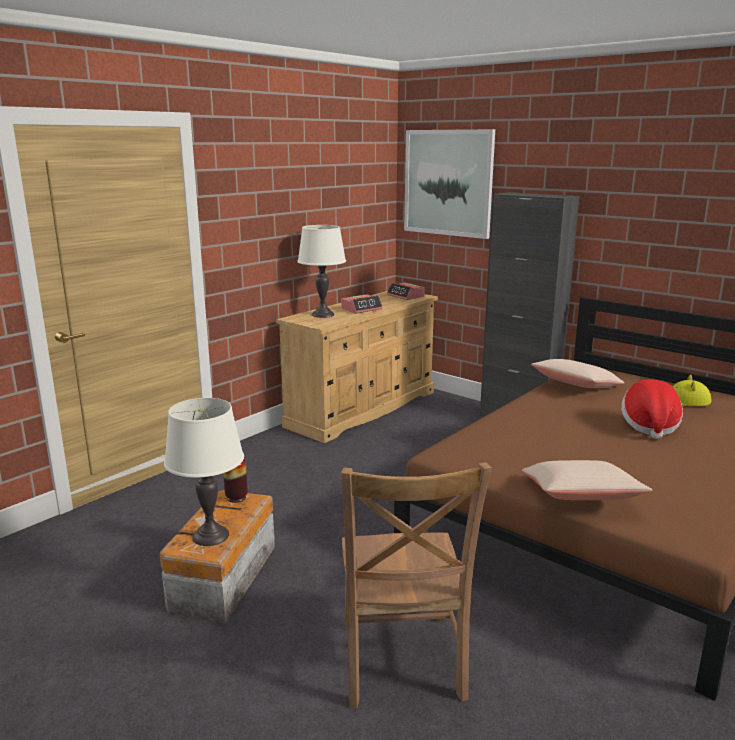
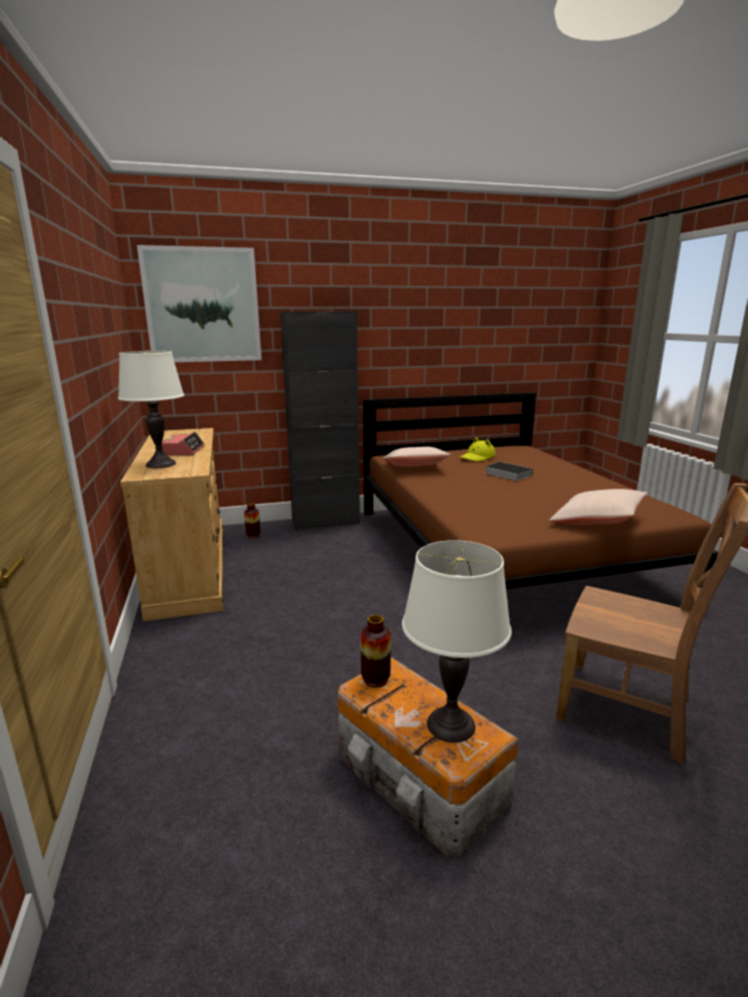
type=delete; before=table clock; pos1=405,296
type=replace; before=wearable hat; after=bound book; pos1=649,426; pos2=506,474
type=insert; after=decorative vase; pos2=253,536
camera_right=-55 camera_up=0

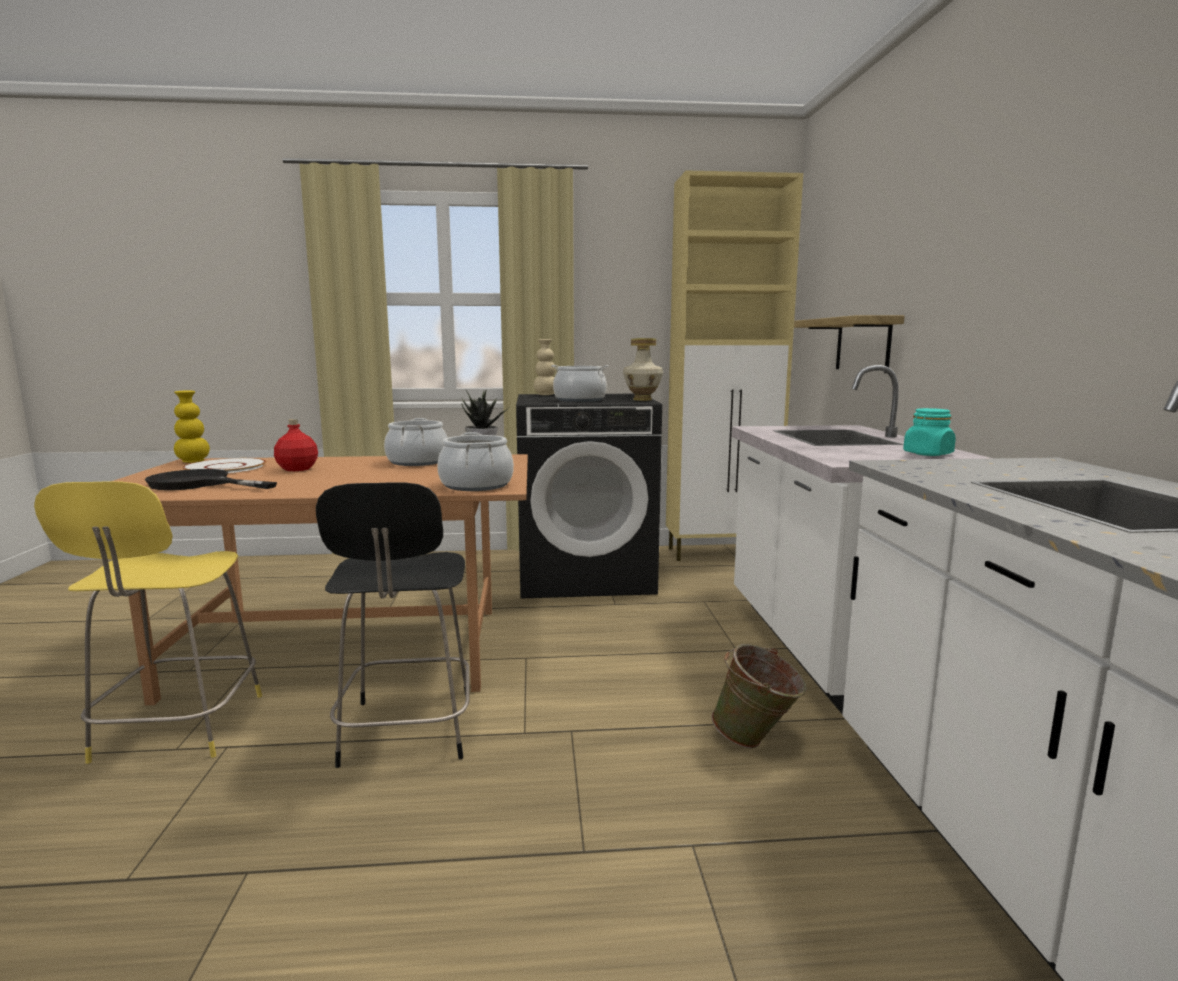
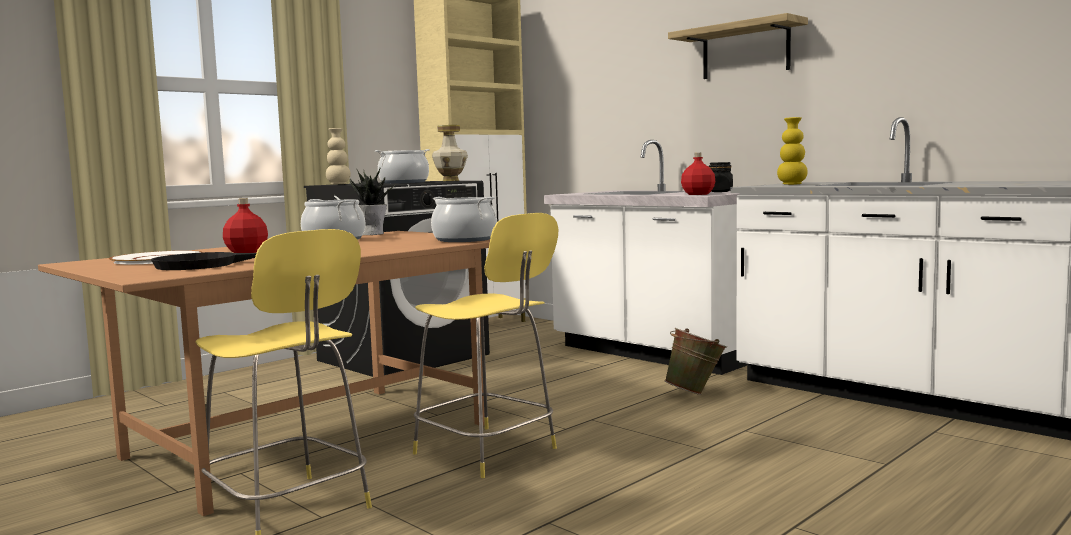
type=move; before=bracket shelf; pos1=863,344; pos2=745,50
type=move; before=decorative vase (yellow); pos1=193,461; pos2=792,184
type=recolor; before=preserve jar (turquoise-coloured); after=preserve jar (black-coloured); pos1=927,454; pos2=720,191
type=recolor; before=stool seat (black-coloured); after=stool seat (yellow); pos1=407,732; pos2=488,452
type=insert; after=beverage bottle (red); pos2=697,194
camera_right=-40 camera_up=-5

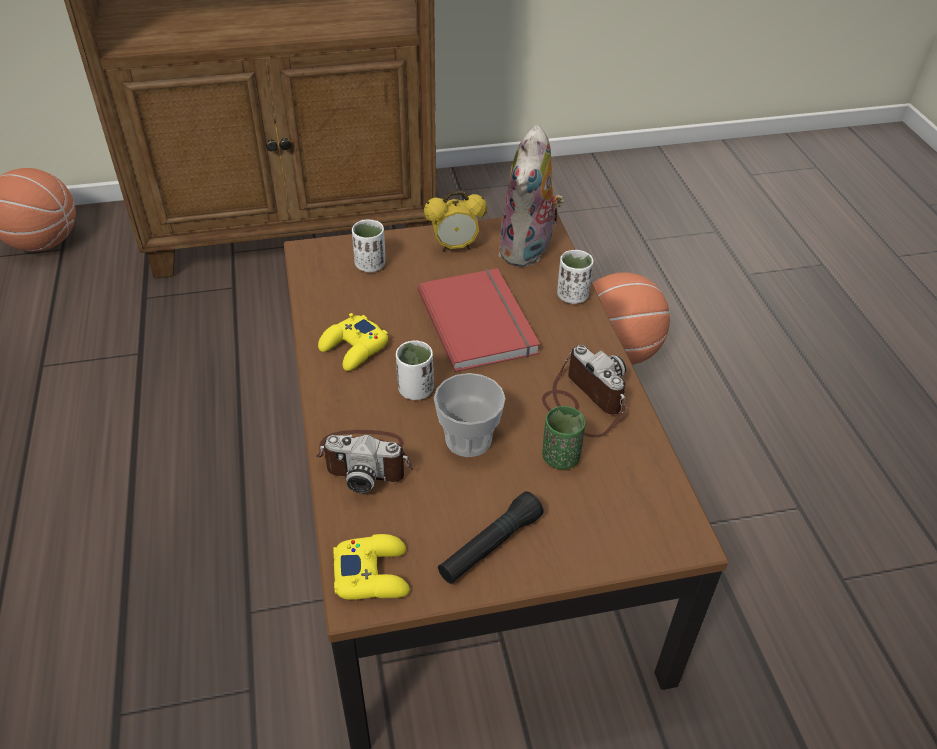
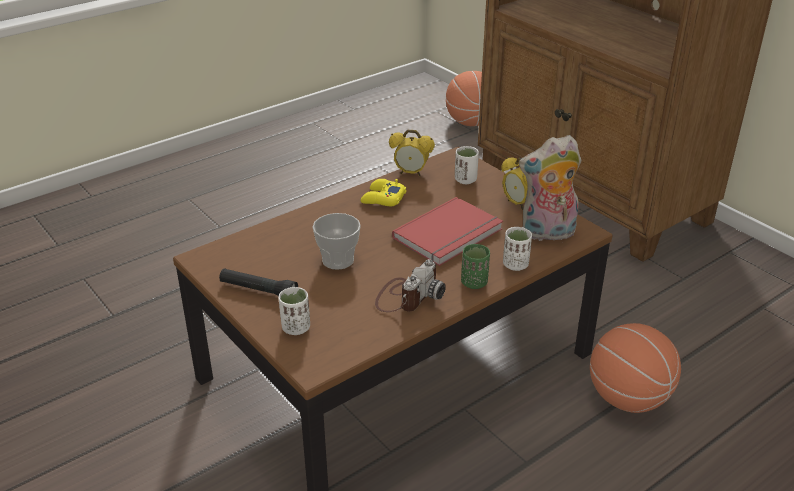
type=move; before=cup (white-coloured); pos1=415,390; pos2=296,328
type=move; before=cup (green-coloured); pos1=560,457; pos2=474,283
type=delete; before=photo camera; pos1=366,460
type=delete; before=game controller (yellow); pos1=373,573
type=insert; after=table clock; pos2=411,173
camera_right=65 camera_up=-10

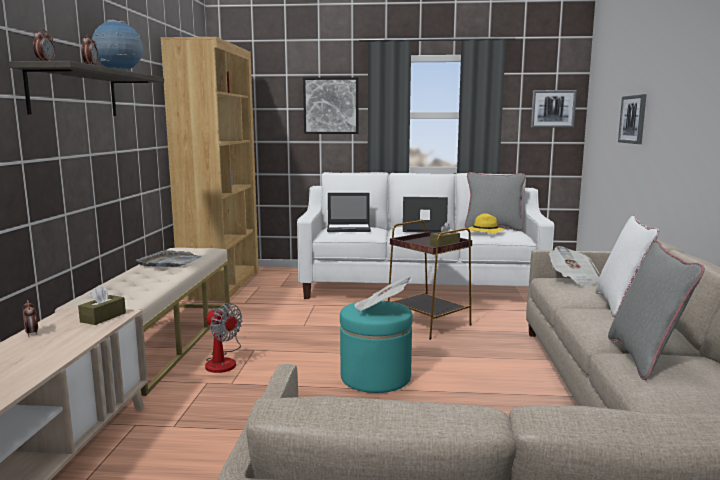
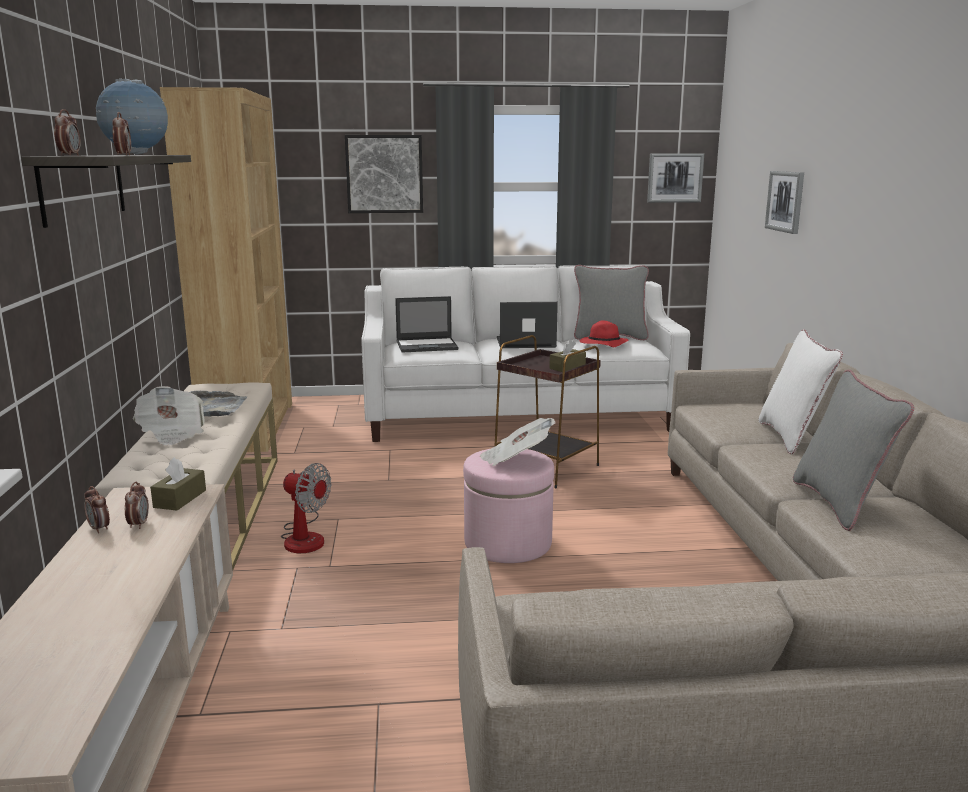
type=recolor; before=wearable hat (yellow); after=wearable hat (red); pos1=484,232; pos2=603,344
type=move; before=daily paper; pos1=574,280; pos2=172,433
type=recolor; before=footrest (turquoise-coloured); after=footrest (pinkish); pos1=375,377; pos2=508,543
type=insert; after=table clock; pos2=138,524
camera_right=-10 camera_up=5

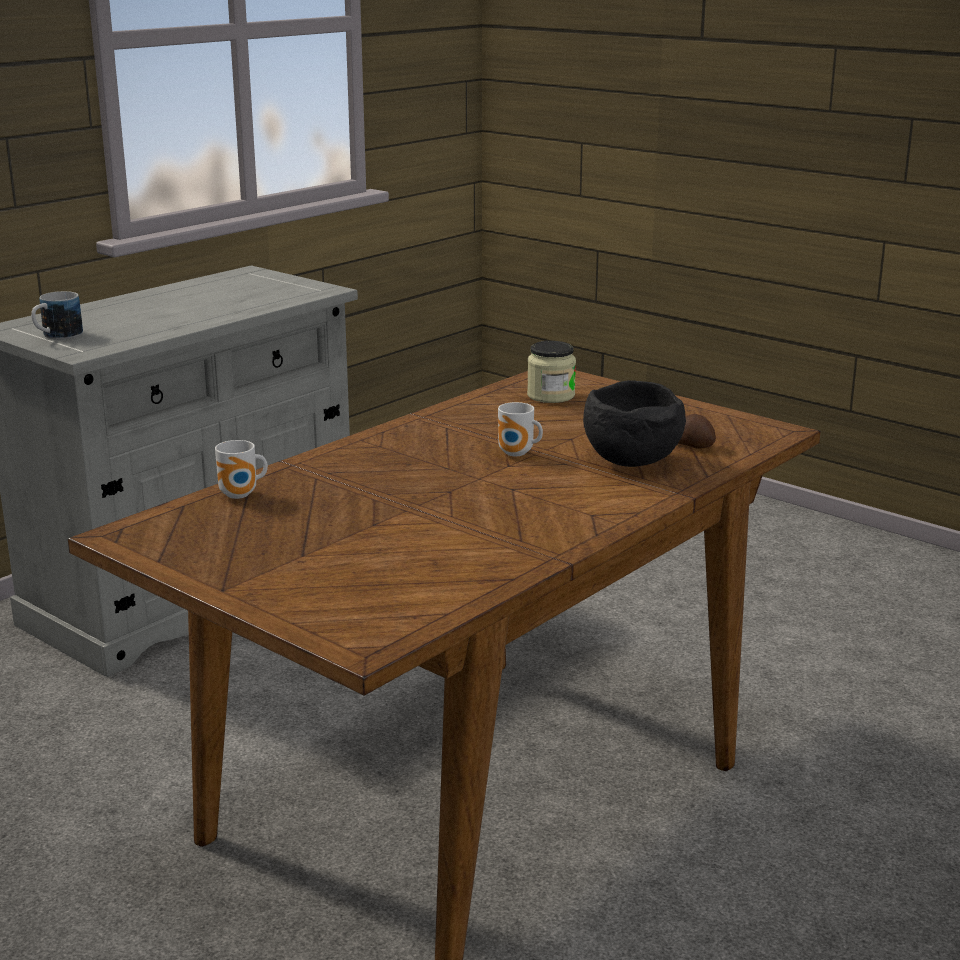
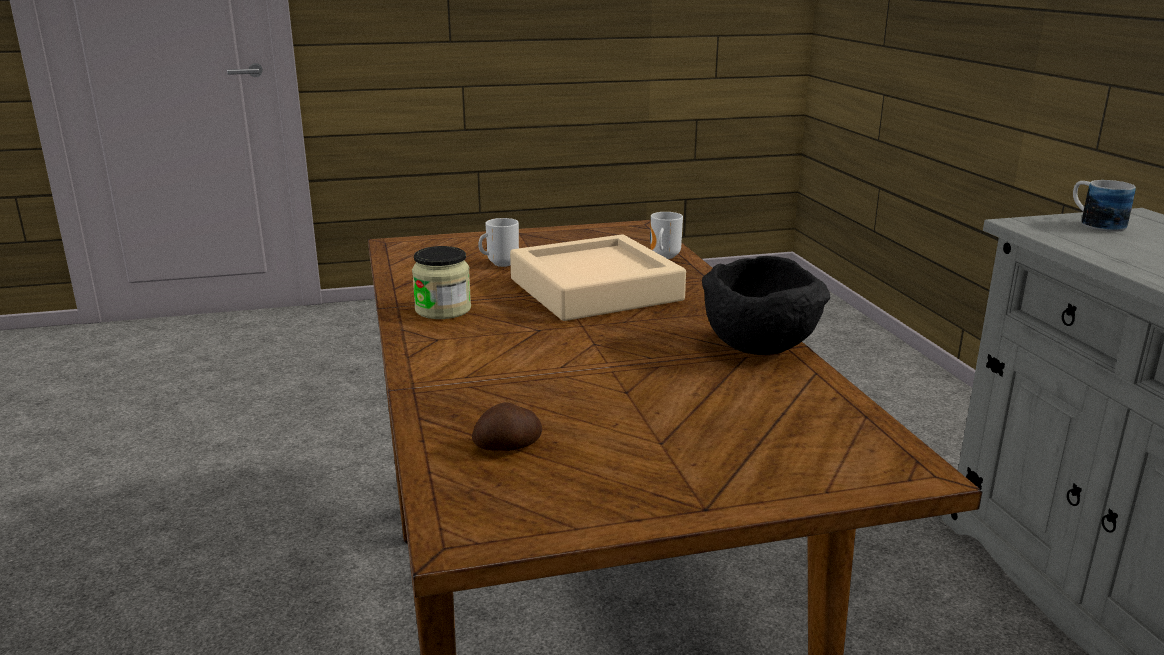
type=move; before=preserve jar; pos1=551,395; pos2=443,309
type=move; before=serving bowl (black-coloured); pos1=630,461; pos2=761,348
type=move; before=tea mug; pos1=517,454; pos2=500,264
type=insert; after=carrying tray (beige); pos2=595,290
camera_right=125 camera_up=0

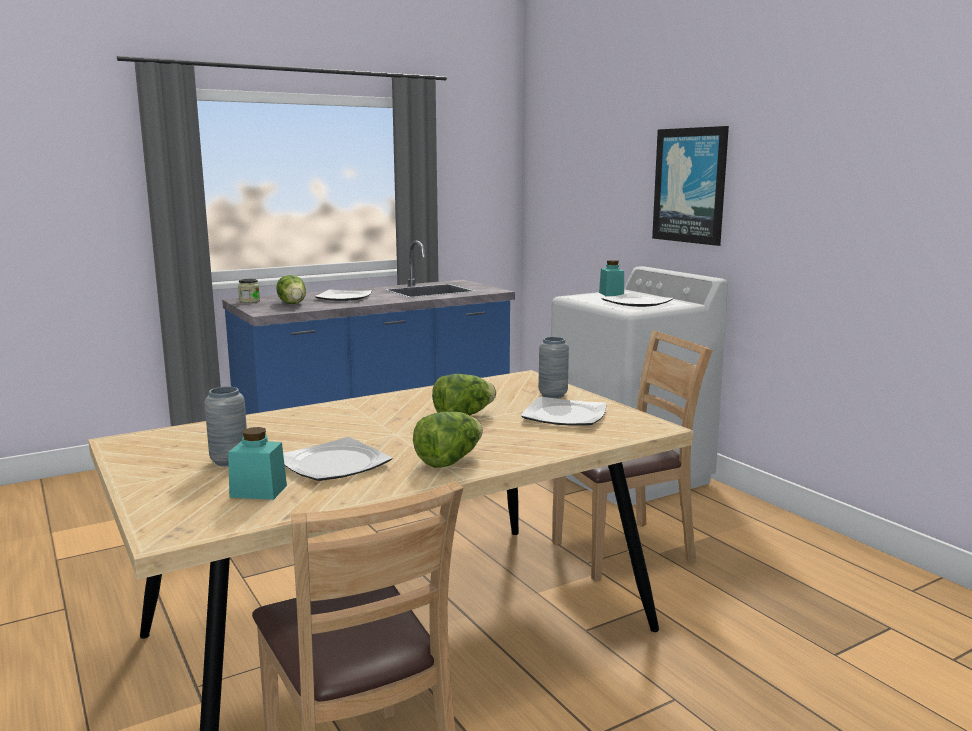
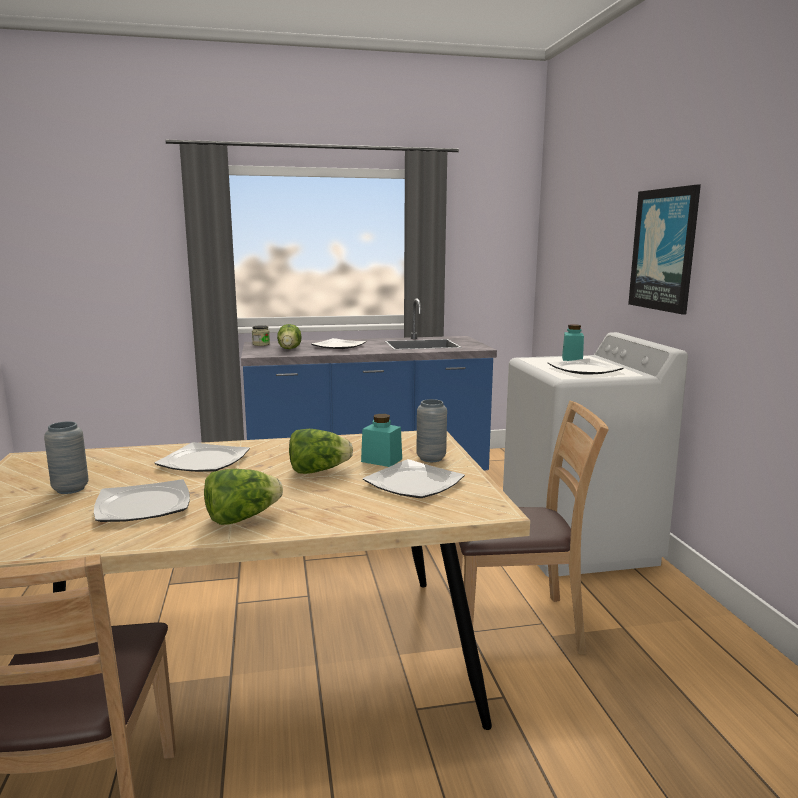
type=move; before=preserve jar (turquoise-coloured); pos1=258,491; pos2=381,460
type=insert; after=dinner plate; pos2=203,461
camera_right=20 camera_up=0

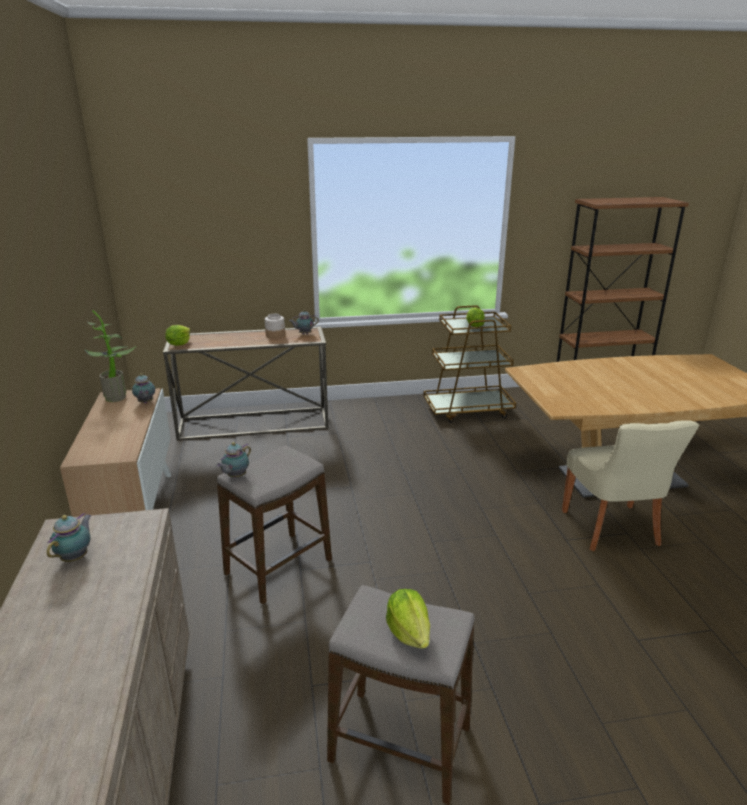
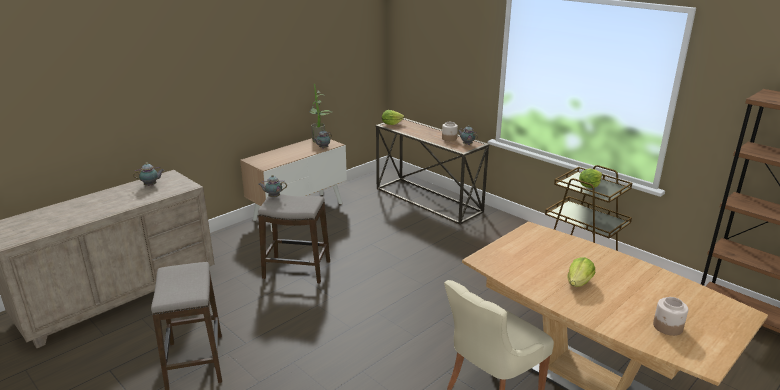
type=move; before=lettuce head; pos1=409,632; pos2=579,283
type=insert; after=preserve jar; pos2=667,327
camera_right=55 camera_up=0

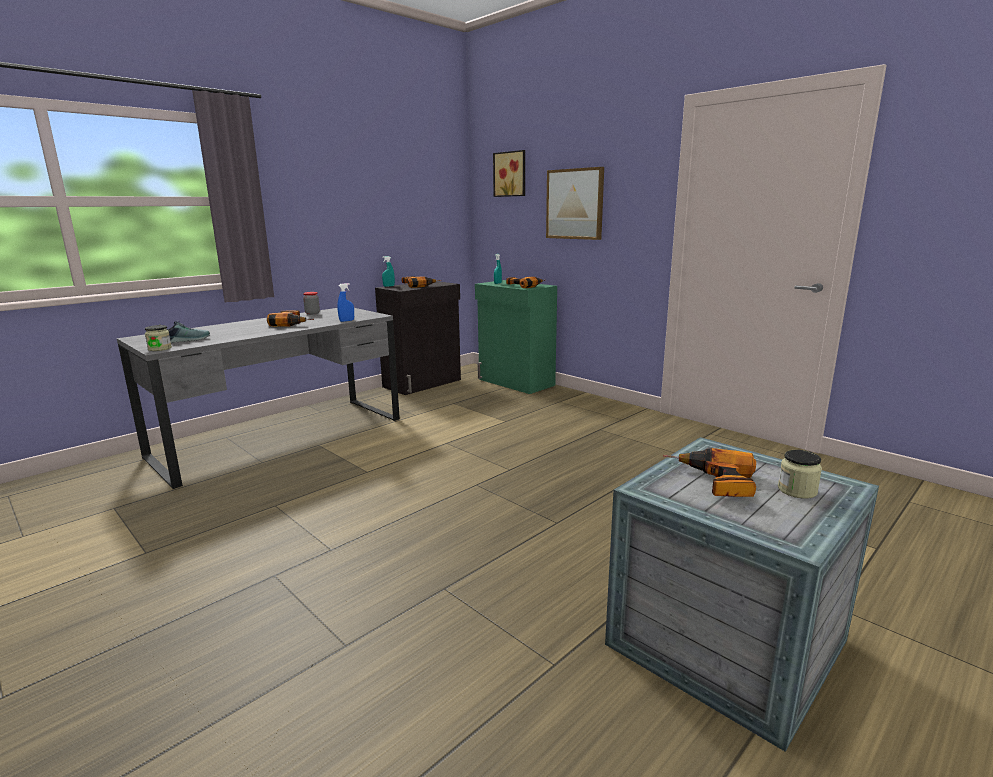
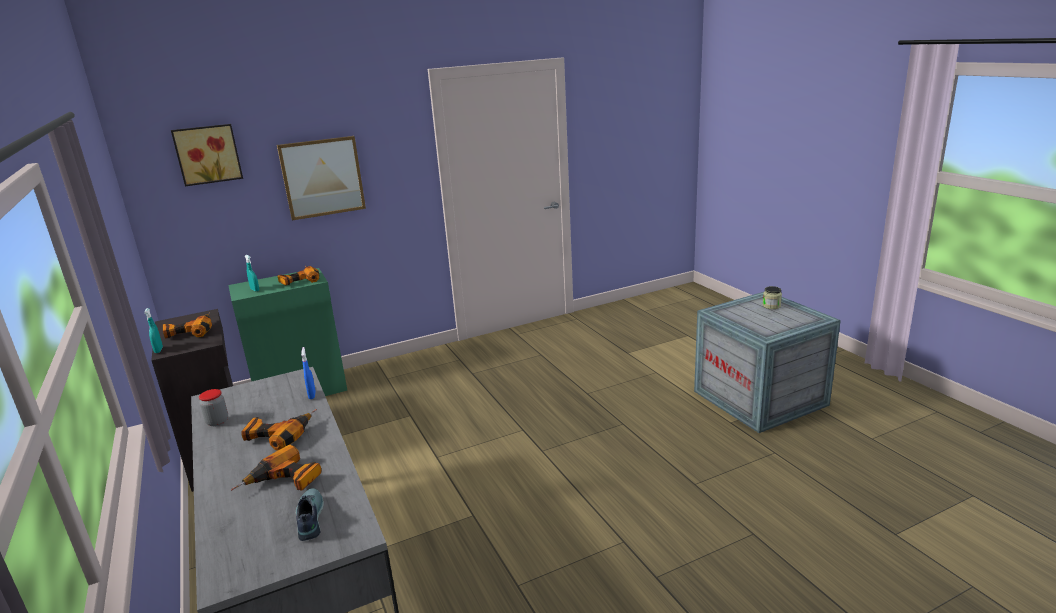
type=delete; before=preserve jar; pos1=160,348
type=move; before=electric drill; pos1=714,483; pos2=284,482
camera_right=-70 camera_up=5

